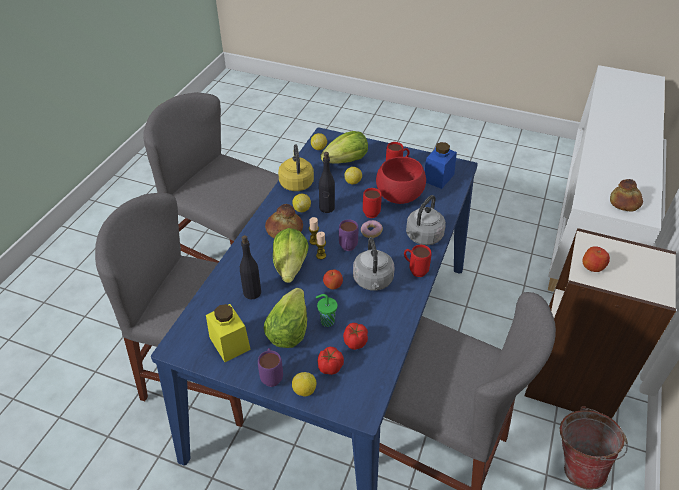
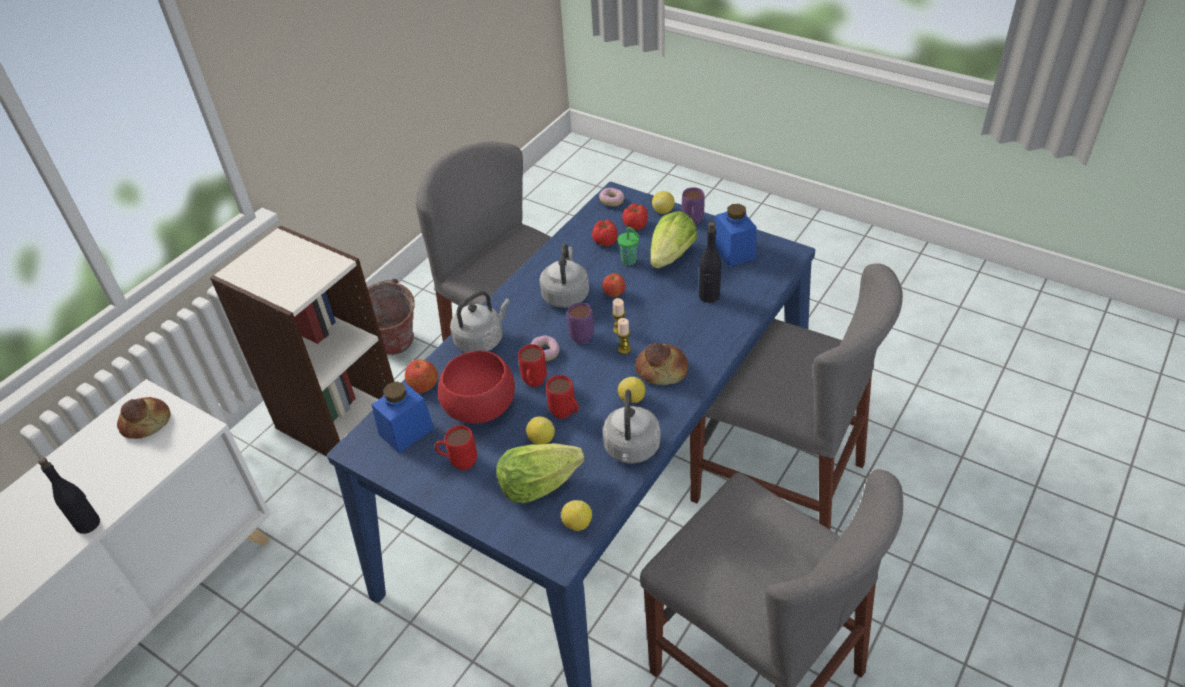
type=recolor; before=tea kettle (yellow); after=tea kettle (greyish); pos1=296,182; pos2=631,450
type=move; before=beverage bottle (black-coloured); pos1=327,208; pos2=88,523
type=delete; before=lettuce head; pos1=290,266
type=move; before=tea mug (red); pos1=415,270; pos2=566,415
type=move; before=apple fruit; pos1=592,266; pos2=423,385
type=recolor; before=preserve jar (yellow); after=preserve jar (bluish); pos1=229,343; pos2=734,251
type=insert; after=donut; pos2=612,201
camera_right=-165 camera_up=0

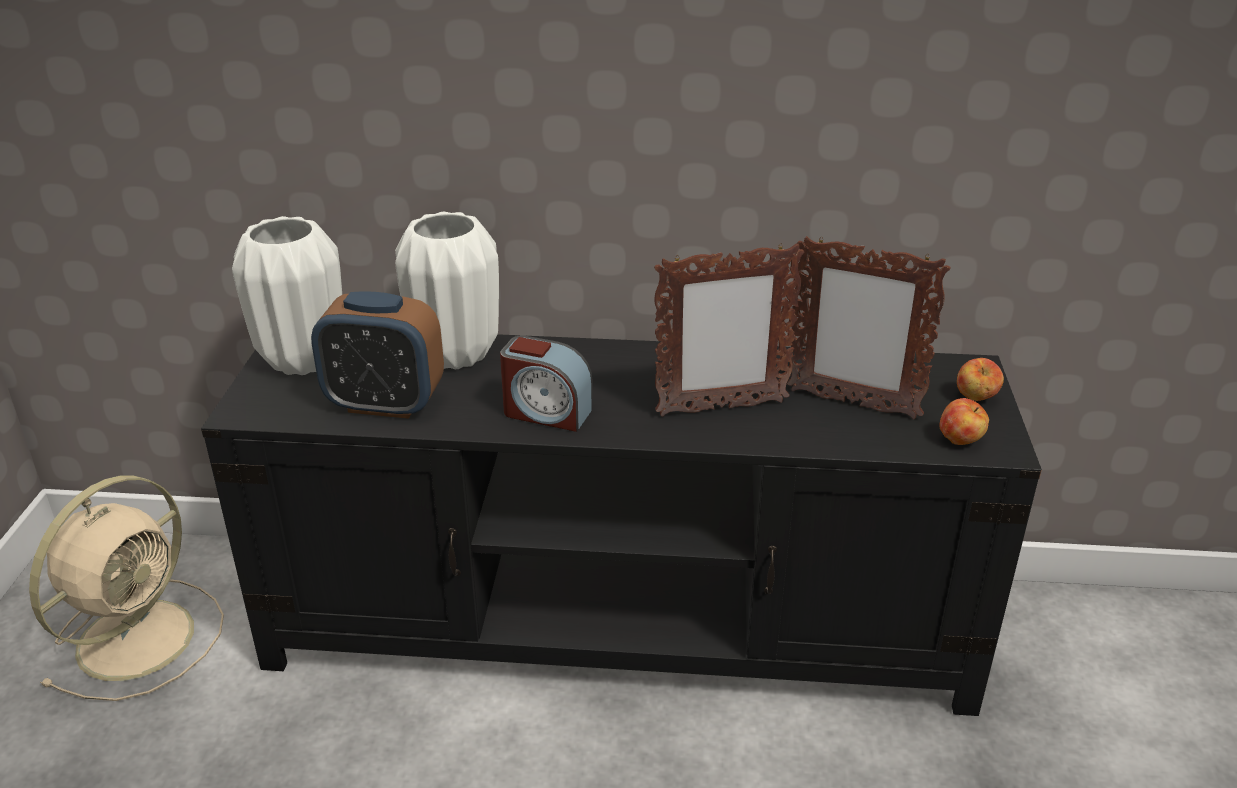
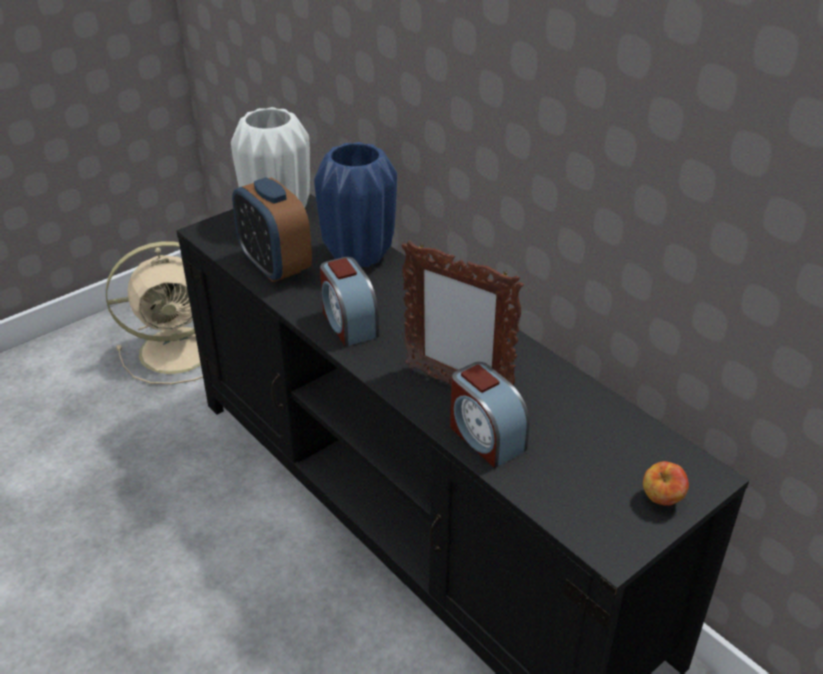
type=recolor; before=decorative vase (white-coloured); after=decorative vase (bluish); pos1=455,355; pos2=358,255
type=delete; before=picture frame; pos1=852,403
type=delete; before=apple fruit; pos1=960,440
type=insert; after=table clock; pos2=485,437
camera_right=45 camera_up=5

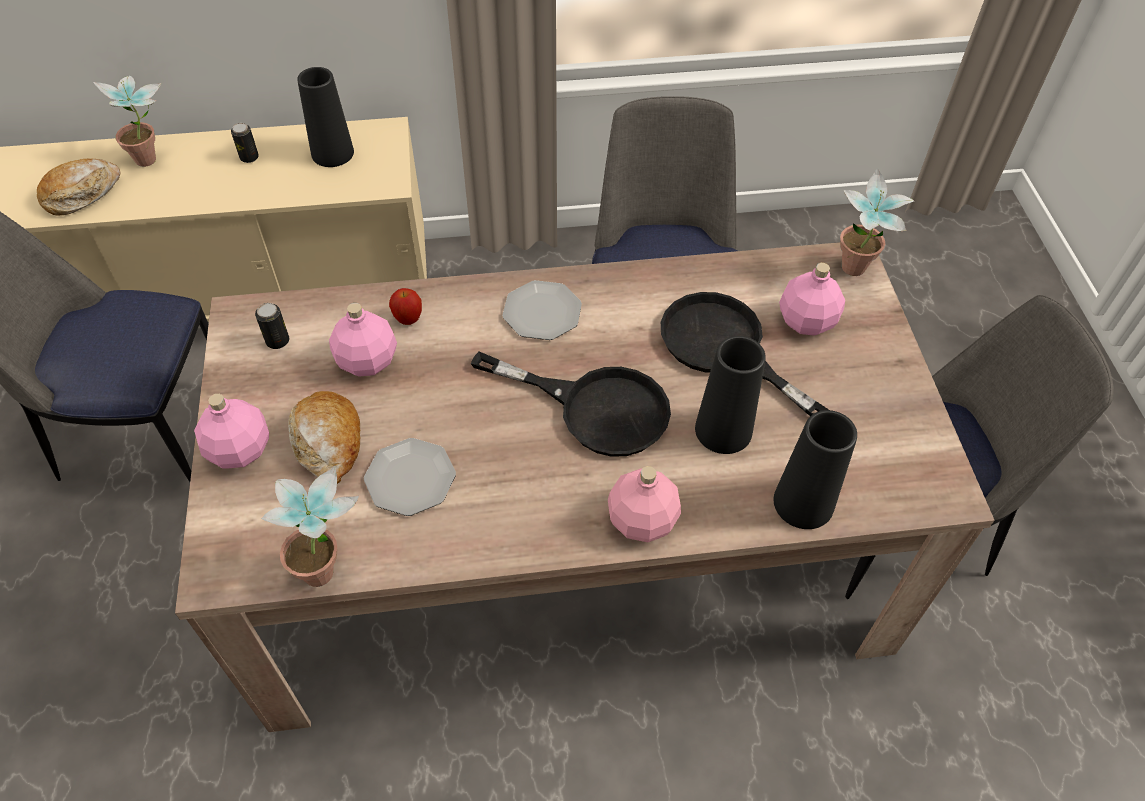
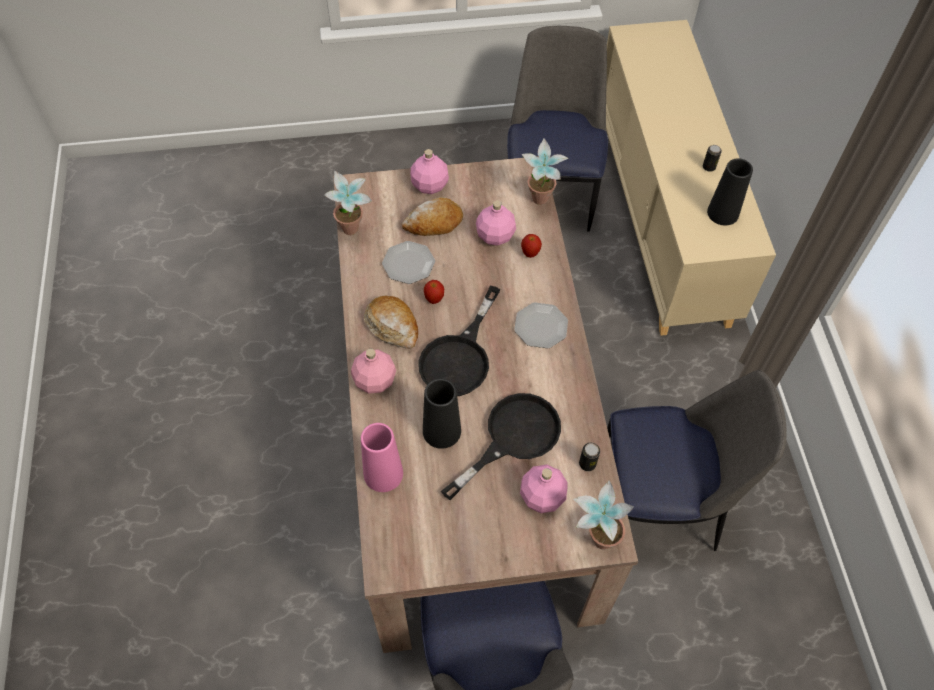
type=move; before=plant in a pot; pos1=153,160; pos2=540,203
type=move; before=bread; pos1=82,194; pos2=393,326
type=move; before=sealed can; pos1=277,341; pos2=587,464
type=recolor; before=decorative vase (black-coloured); after=decorative vase (pinkish); pos1=803,503; pos2=383,473
type=insert; after=apple fruit; pos2=434,299
camera_right=90 camera_up=5

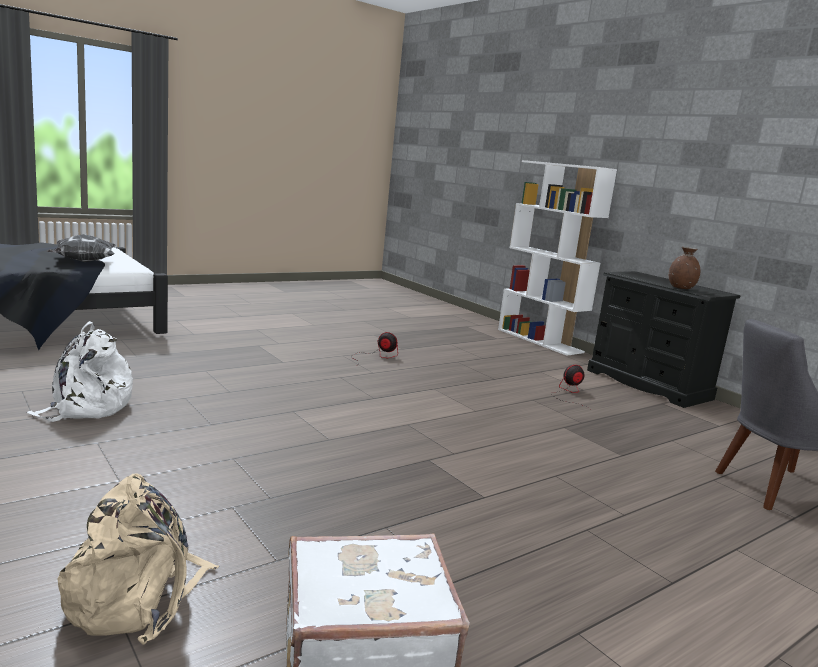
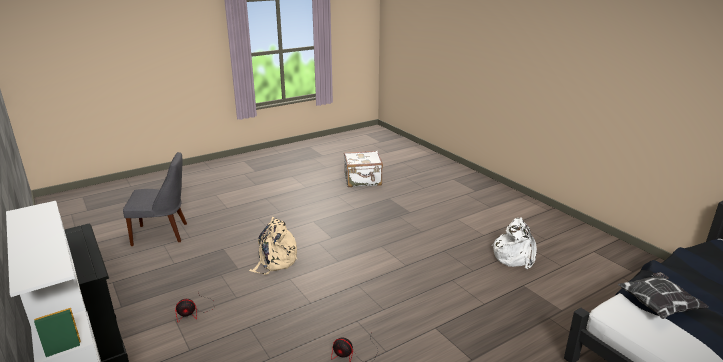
type=delete; before=decorative vase (brown-coloured); pos1=681,288
type=move; before=rucksack (beige); pos1=138,597; pos2=275,261
camera_right=-175 camera_up=10

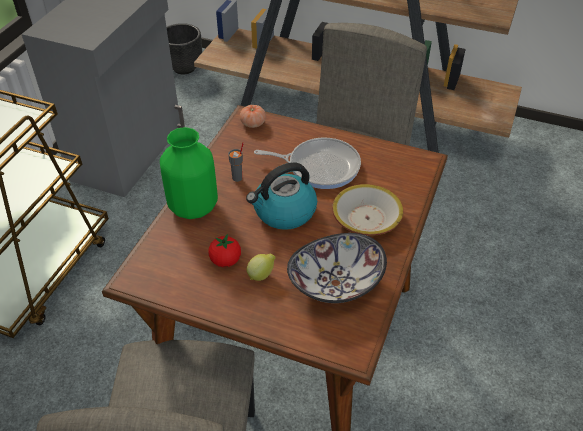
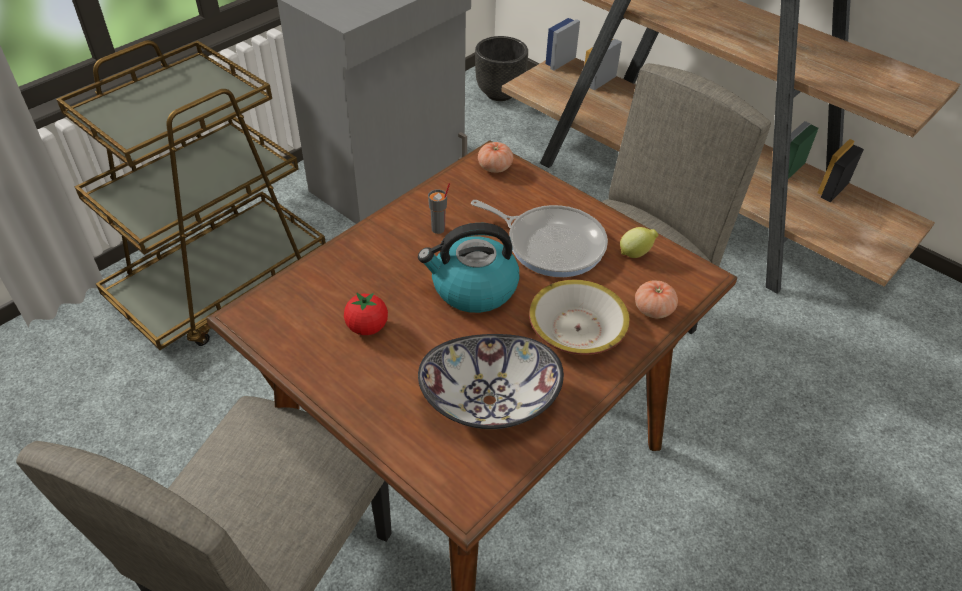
type=delete; before=decorative vase (green-coloured); pos1=193,206
type=move; before=citrus fruit; pos1=261,275; pos2=636,253
type=insert; after=tomato; pos2=653,309
camera_right=20 camera_up=0

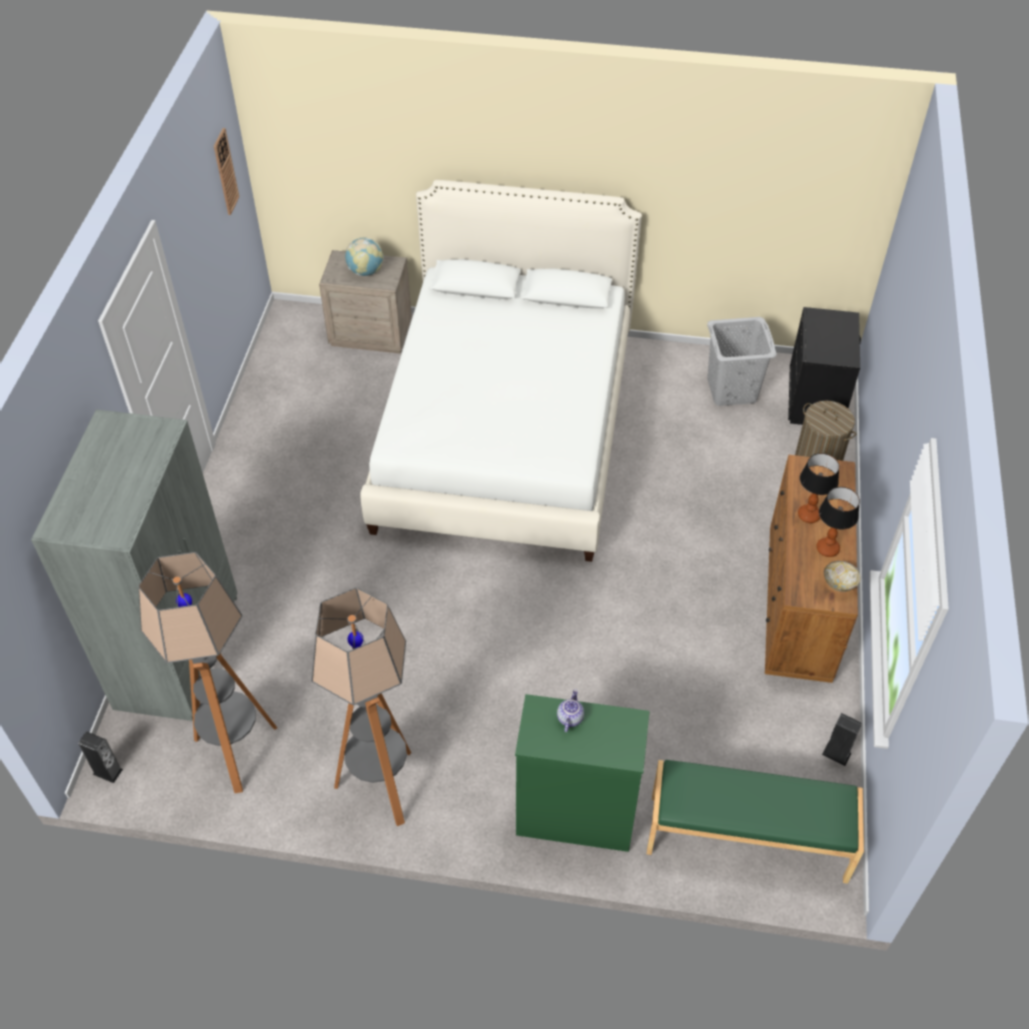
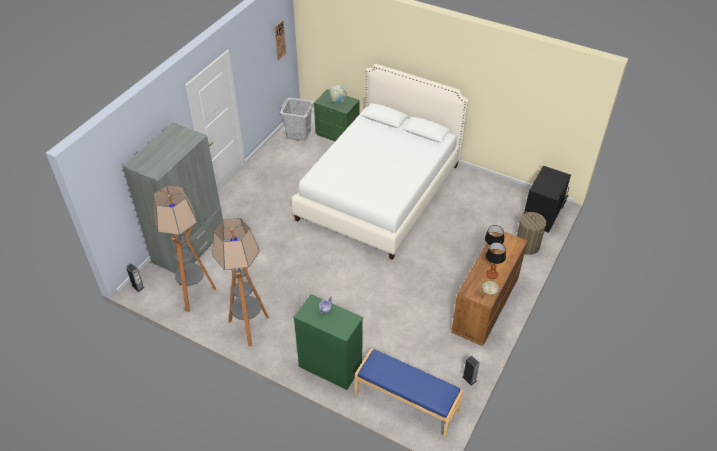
type=recolor; before=bedside table (beige); after=bedside table (green-coloured); pos1=371,333; pos2=338,133
type=move; before=laundry basket (greyish); pos1=732,390; pos2=298,134
type=recolor; before=bench (green-coloured); after=bench (bluish); pos1=747,838; pos2=406,402
camera_right=20 camera_up=-5

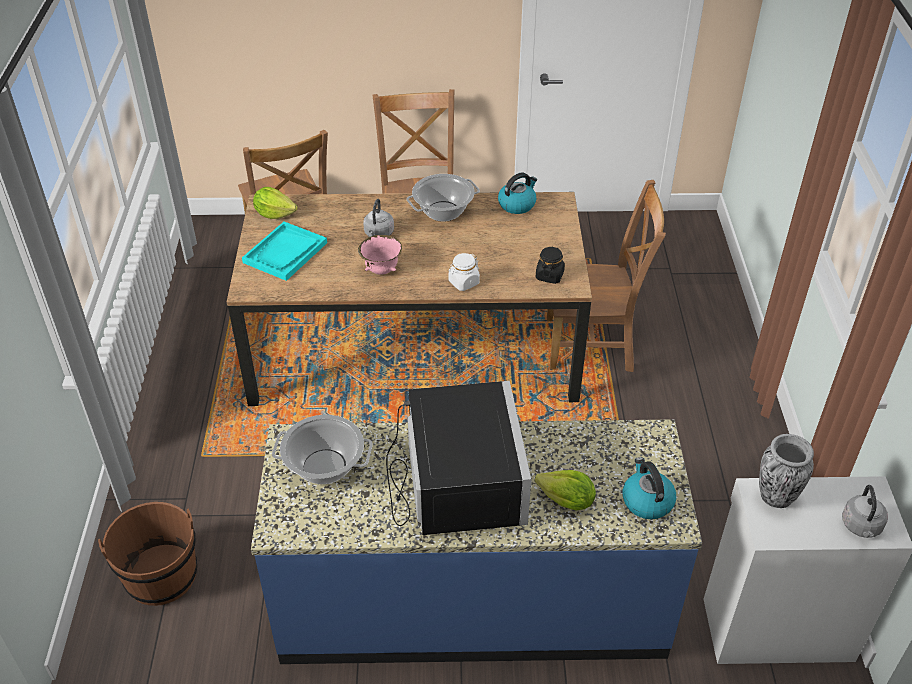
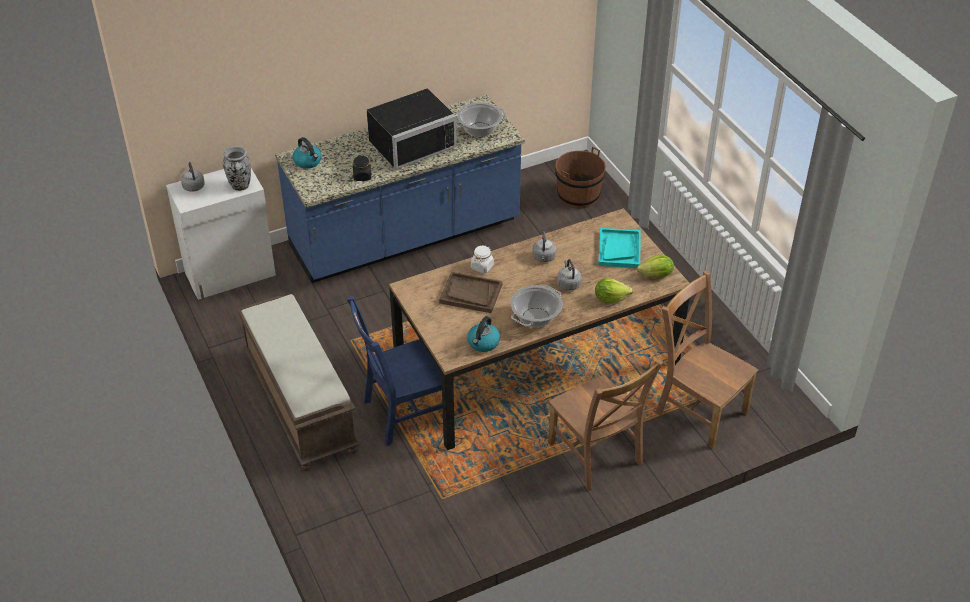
type=recolor; before=plain chair (brown-coloured); after=plain chair (bluish); pos1=593,345; pos2=403,413
type=replace; before=serving bowl (pinkish); after=tea kettle (greyish); pos1=381,270; pos2=544,258
type=move; before=preserve jar (black-coloured); pos1=549,275; pos2=362,176
type=rotate; before=microwave oven (black-coloured); pos1=455,481; pos2=410,142; turn=-90
type=move; before=lettuce head; pos1=566,501; pos2=610,298
type=insert; after=carrying tray (brown-coloured); pos2=470,294
type=insert; after=bench (brown-coloured); pos2=299,403
camera_right=155 camera_up=0

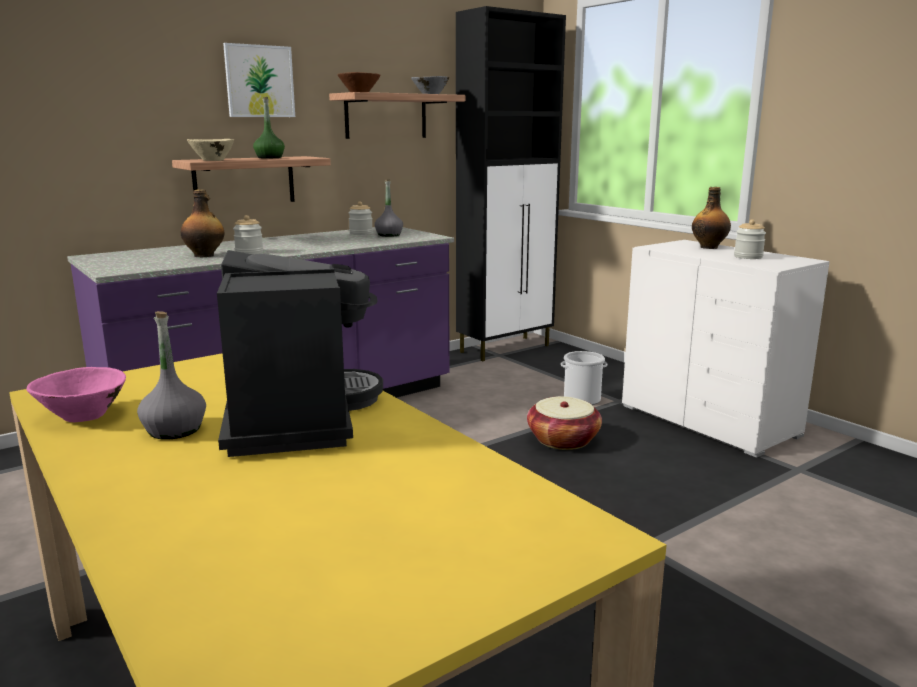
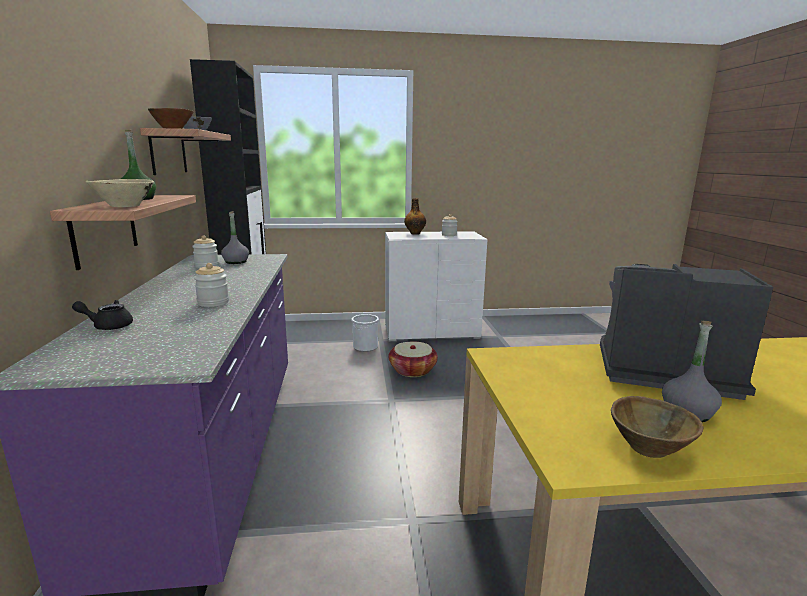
type=delete; before=wall art; pos1=259,81
type=delete; before=beverage bottle; pos1=205,255
type=recolor; before=serving bowl (pinkish); after=serving bowl (brown-coloured); pos1=82,416; pos2=649,448
type=insert; after=tea pot (black-coloured); pos2=108,326
camera_right=-60 camera_up=0

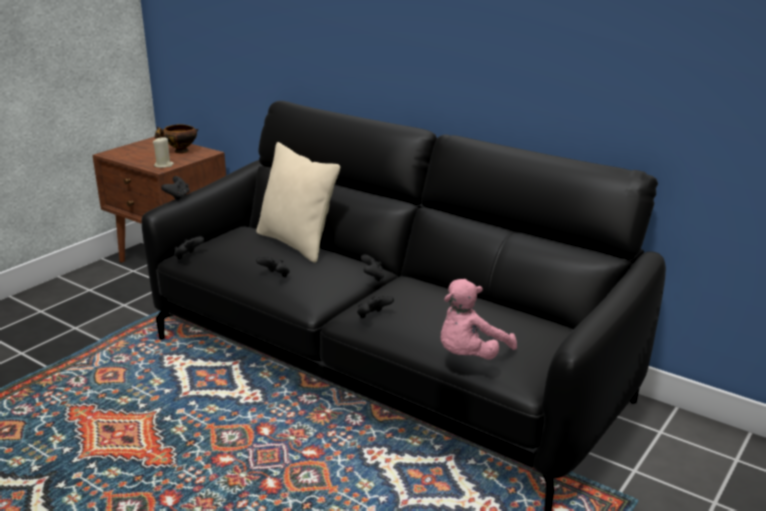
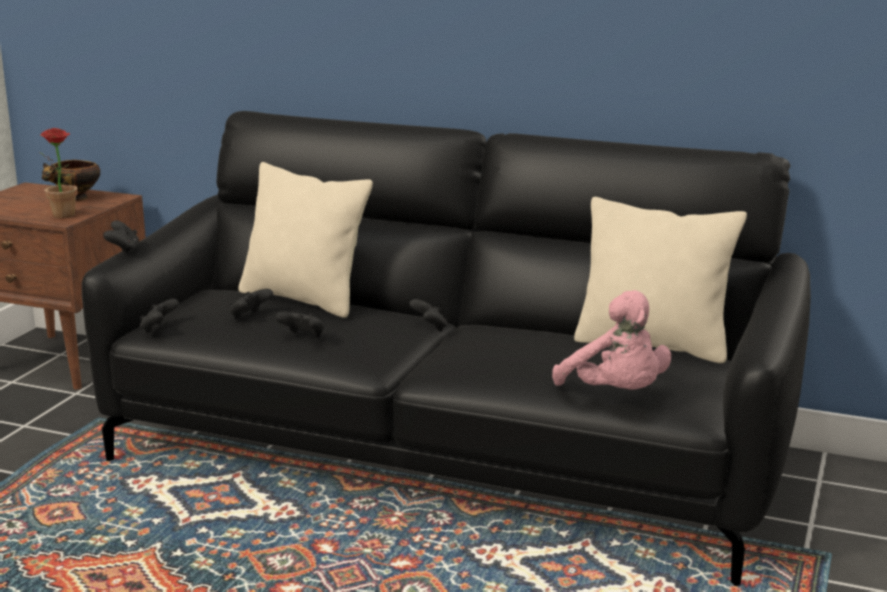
type=replace; before=candle (beige); after=plant in a pot; pos1=164,165; pos2=65,216
type=rotate; before=soft toy (pinkish); pos1=470,356; pos2=616,394; turn=-60
type=move; before=game controller (black-coloured); pos1=373,317; pos2=250,316
type=insert; after=throw pillow (beige); pos2=653,345
camera_right=-15 camera_up=-5

